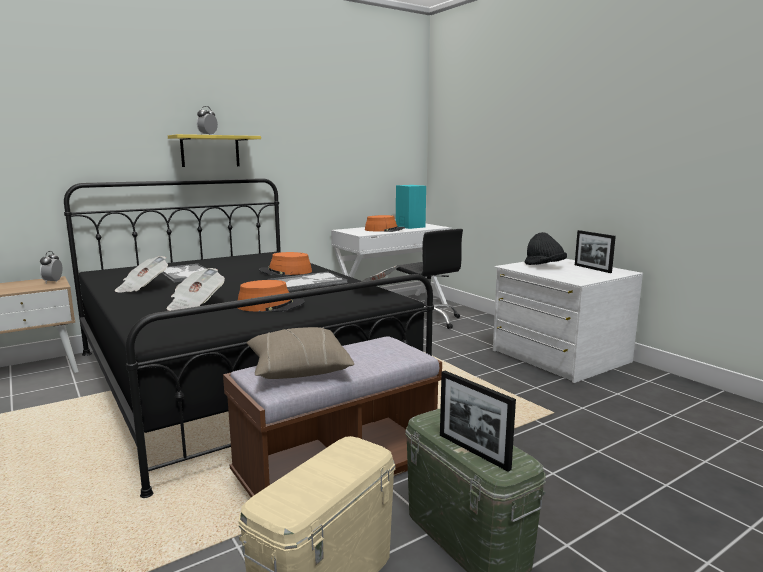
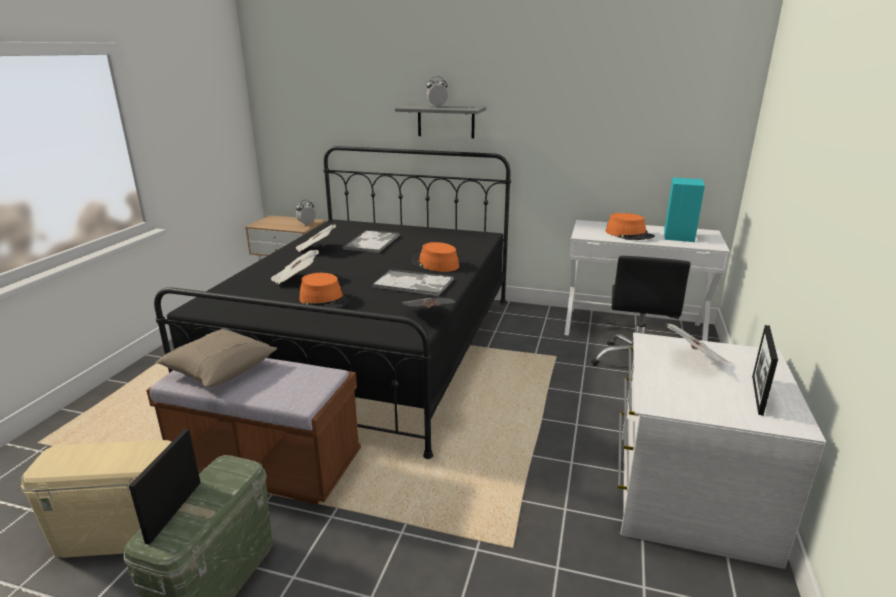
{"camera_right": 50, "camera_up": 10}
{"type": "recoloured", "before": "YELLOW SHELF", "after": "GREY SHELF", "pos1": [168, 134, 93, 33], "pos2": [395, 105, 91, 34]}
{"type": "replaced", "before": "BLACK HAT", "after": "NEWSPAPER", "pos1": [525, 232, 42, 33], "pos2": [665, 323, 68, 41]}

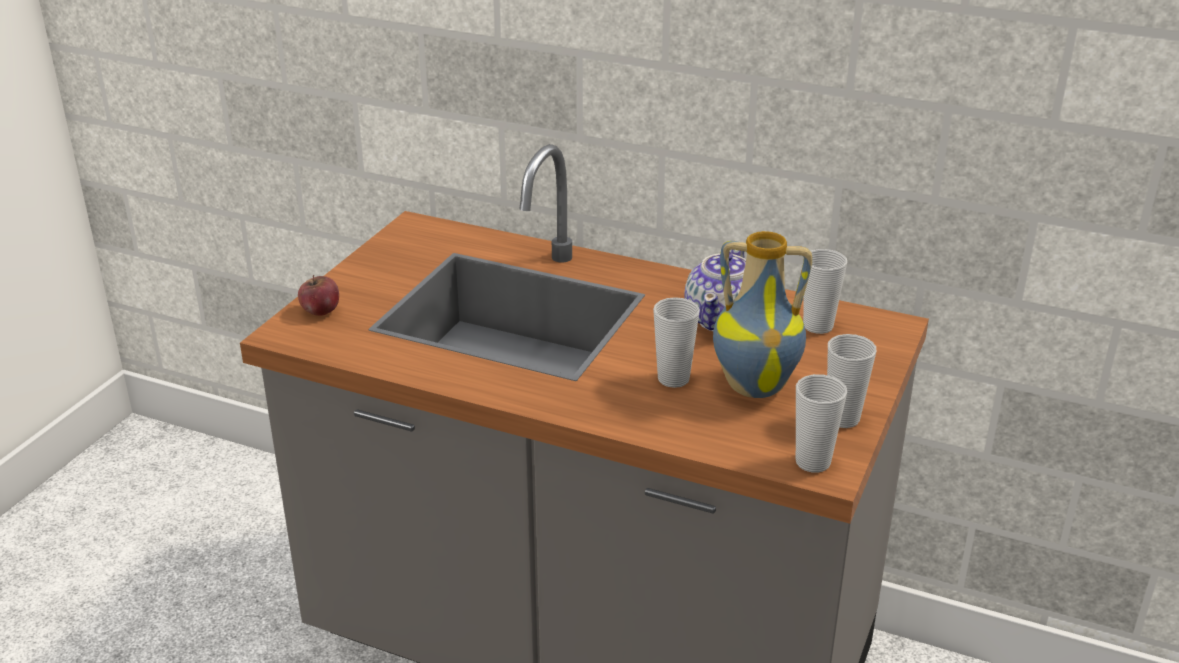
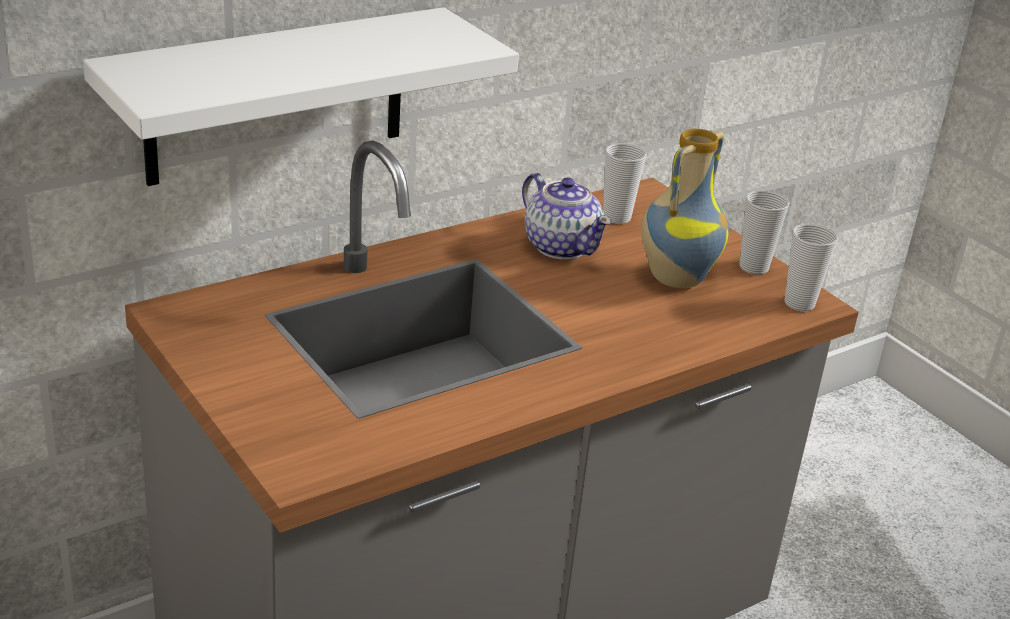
{"camera_right": -60, "camera_up": 0}
{"type": "removed", "before": "APPLE", "pos1": [298, 275, 41, 41]}
{"type": "removed", "before": "CUP", "pos1": [653, 297, 47, 91]}
{"type": "added", "after": "WHITE SHELF", "pos2": [83, 7, 436, 179]}

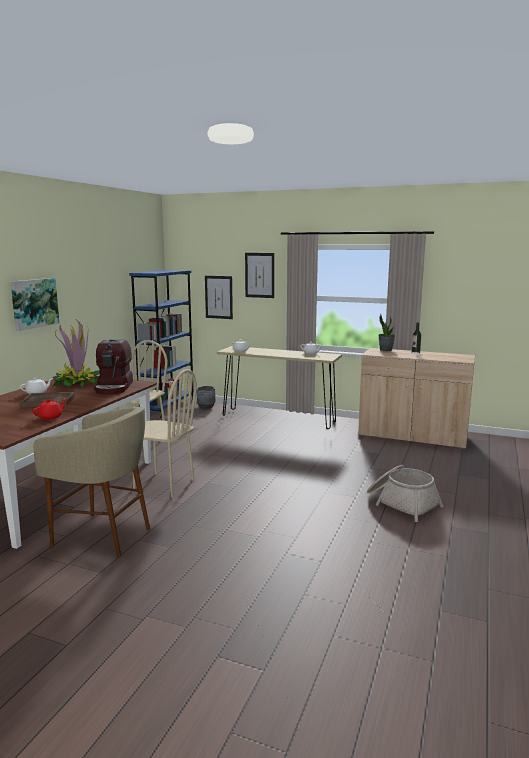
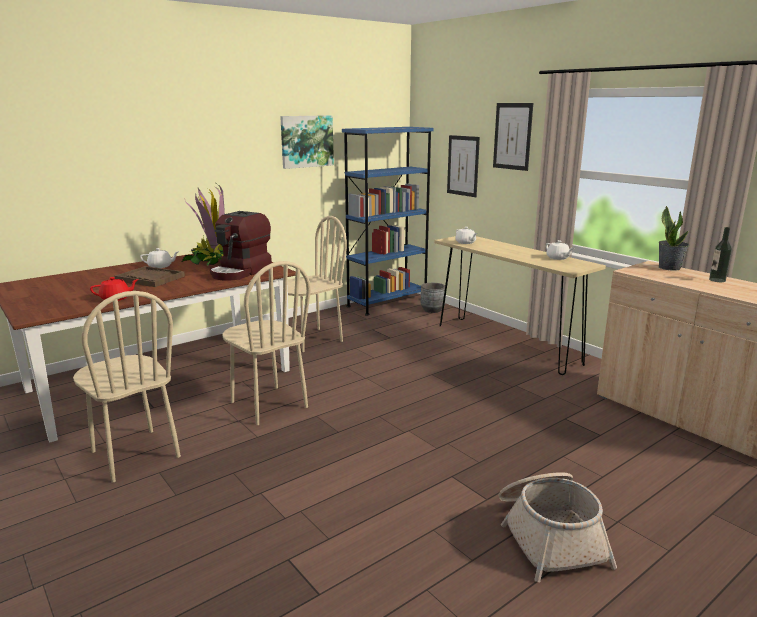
{"camera_right": 30, "camera_up": 5}
{"type": "moved", "before": "PICTURE", "pos1": [10, 278, 50, 53], "pos2": [280, 115, 54, 54]}
{"type": "replaced", "before": "BEIGE STOOL", "after": "BEIGE CHAIR", "pos1": [33, 407, 117, 150], "pos2": [73, 291, 108, 192]}

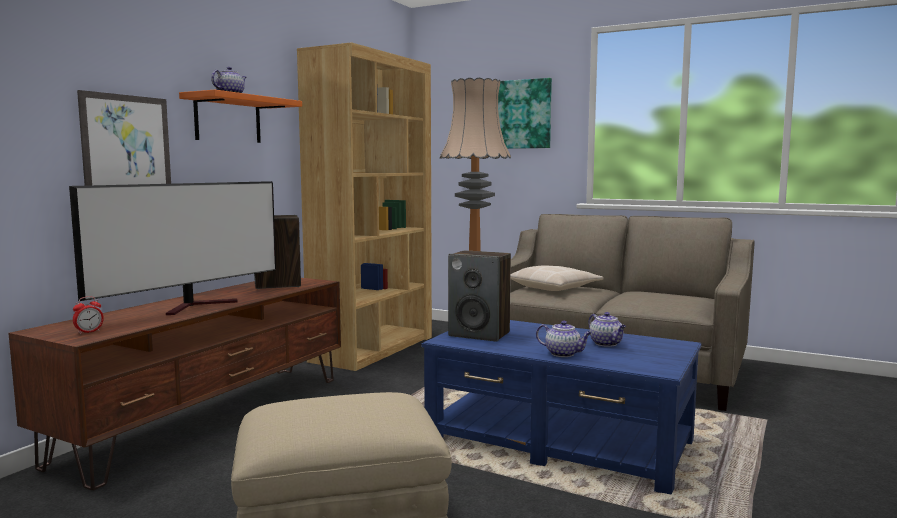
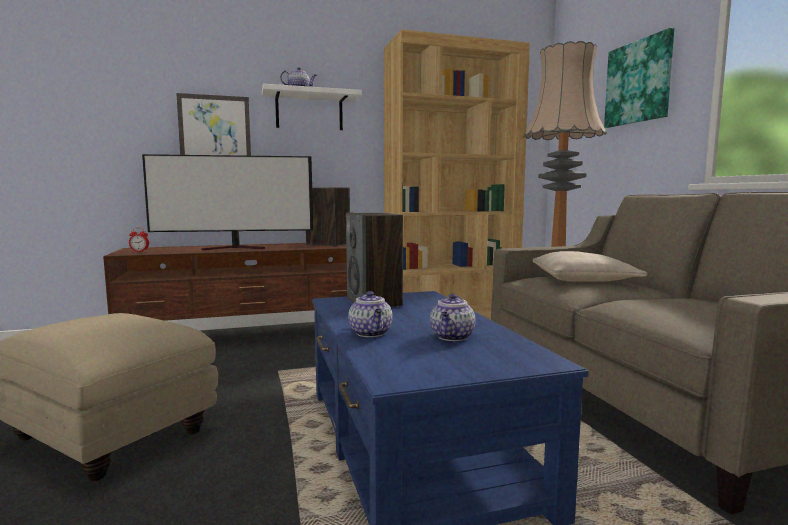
{"camera_right": 45, "camera_up": 0}
{"type": "recoloured", "before": "ORANGE SHELF", "after": "WHITE SHELF", "pos1": [179, 90, 123, 53], "pos2": [262, 84, 100, 46]}

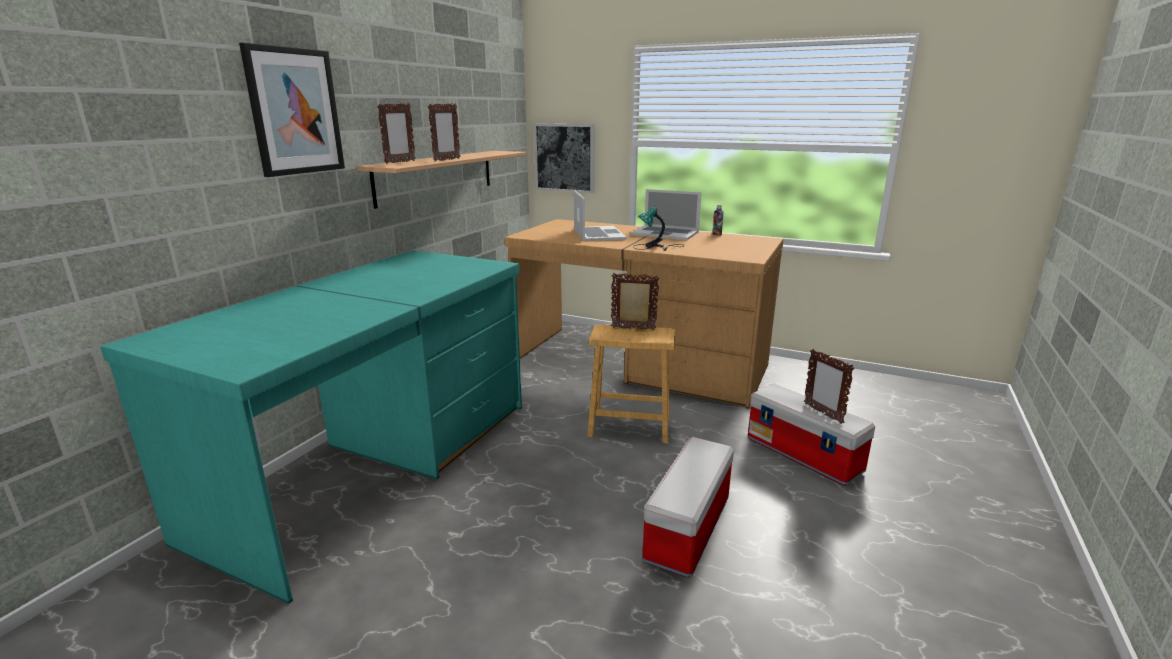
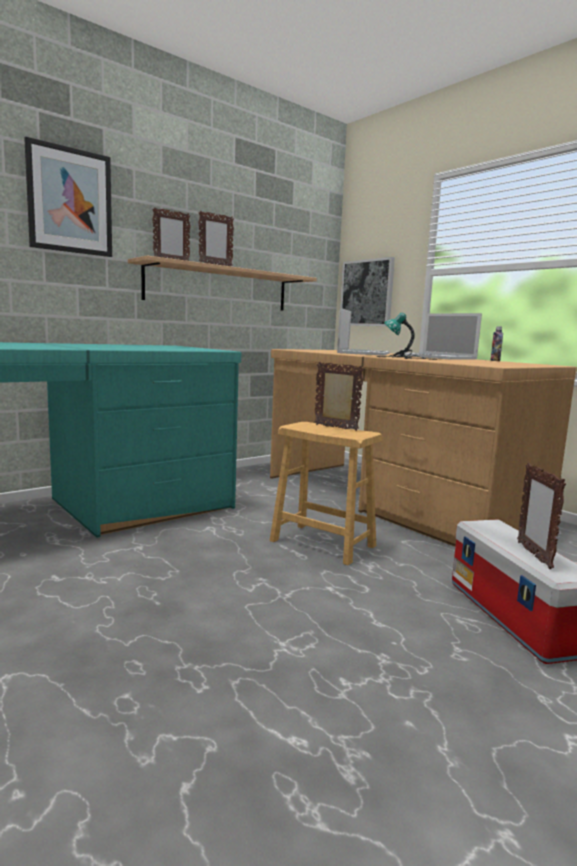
{"camera_right": 25, "camera_up": -10}
{"type": "removed", "before": "STORAGE BOX", "pos1": [643, 437, 91, 141]}

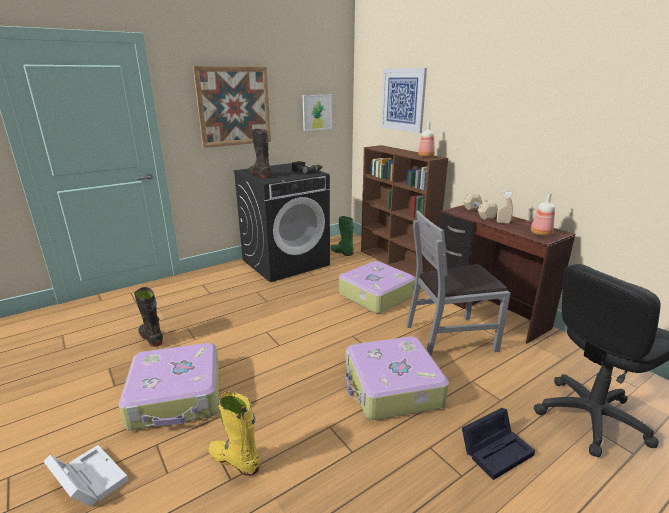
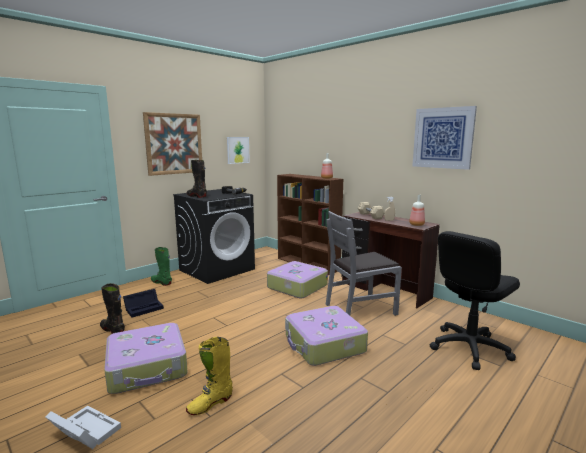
{"camera_right": -10, "camera_up": -10}
{"type": "moved", "before": "PICTURE", "pos1": [381, 68, 46, 65], "pos2": [413, 106, 64, 64]}
{"type": "moved", "before": "GREEN BOOT", "pos1": [331, 216, 23, 40], "pos2": [151, 247, 21, 39]}
{"type": "turned", "before": "YELLOW BOOT", "pos1": [209, 391, 51, 85], "pos2": [186, 337, 47, 78], "turn": -60}
{"type": "moved", "before": "BLACK STORAGE BOX", "pos1": [462, 408, 73, 72], "pos2": [123, 289, 41, 29]}

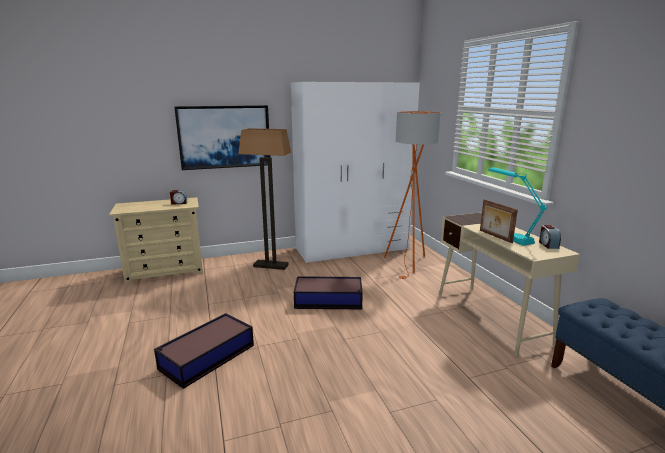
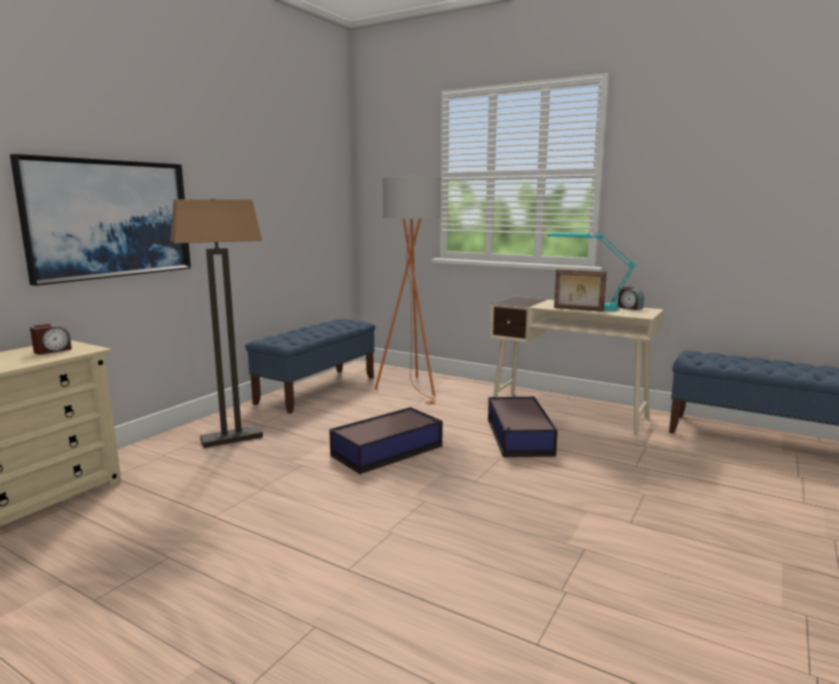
{"camera_right": -40, "camera_up": -5}
{"type": "replaced", "before": "WHITE WARDROBE", "after": "BLUE BENCH", "pos1": [291, 82, 129, 181], "pos2": [245, 319, 130, 95]}
{"type": "moved", "before": "STORAGE BOX", "pos1": [154, 313, 100, 76], "pos2": [488, 397, 70, 60]}

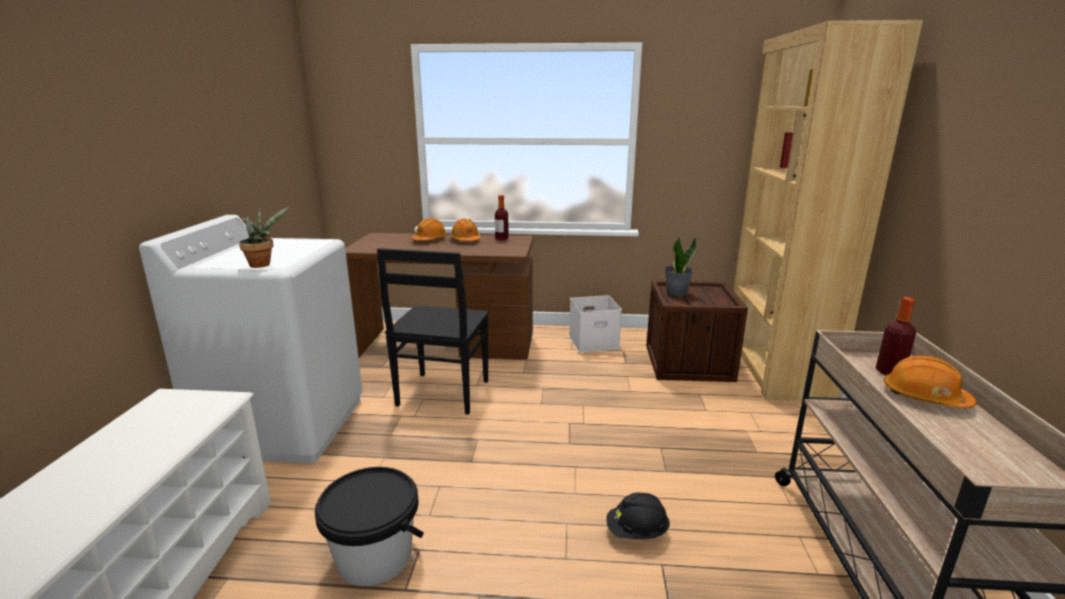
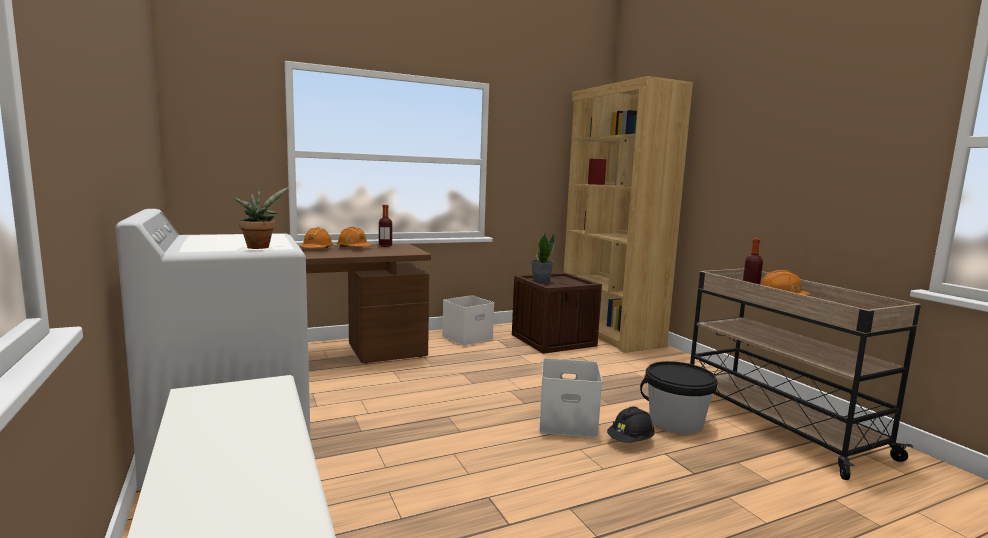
{"camera_right": -30, "camera_up": -10}
{"type": "removed", "before": "BLACK CHAIR", "pos1": [377, 248, 112, 167]}
{"type": "moved", "before": "BLACK BUCKET", "pos1": [315, 467, 109, 119], "pos2": [640, 361, 78, 73]}
{"type": "added", "after": "WHITE STORAGE BOX", "pos2": [539, 358, 63, 80]}

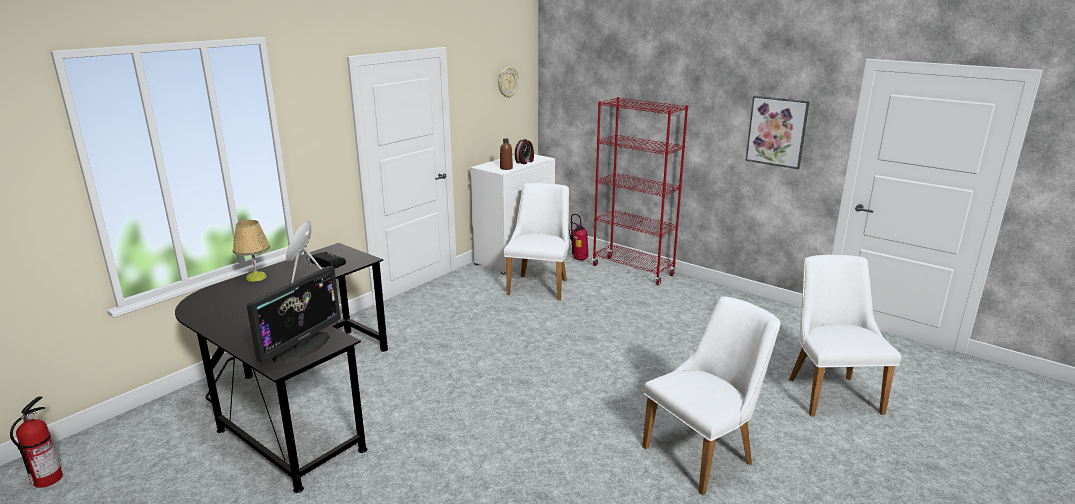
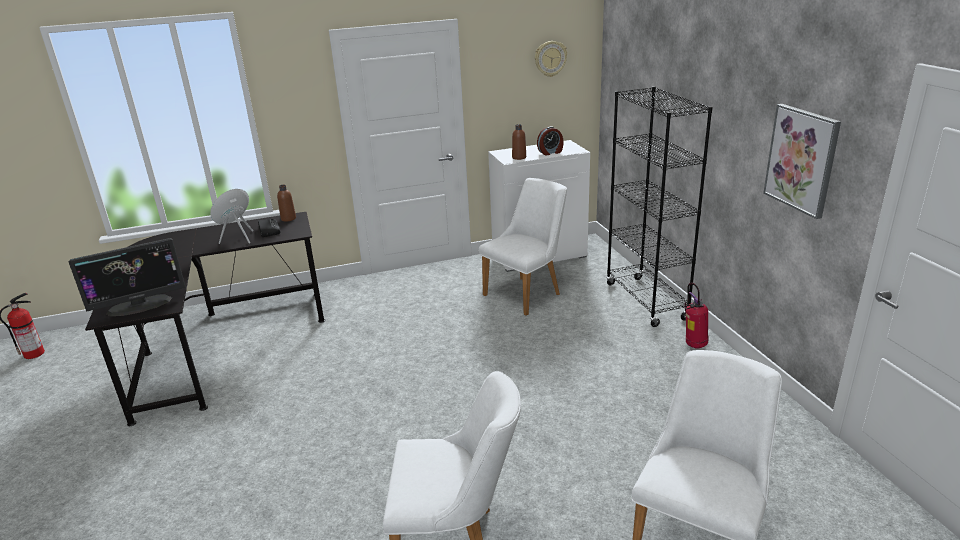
{"camera_right": 35, "camera_up": 5}
{"type": "recoloured", "before": "RED BOOKCASE", "after": "BLACK BOOKCASE", "pos1": [592, 97, 96, 188], "pos2": [606, 86, 107, 241]}
{"type": "moved", "before": "FIRE EXTINGUISHER", "pos1": [569, 214, 20, 47], "pos2": [684, 283, 24, 66]}
{"type": "removed", "before": "TABLE LAMP", "pos1": [233, 220, 37, 62]}
{"type": "added", "after": "BROWN BOTTLE", "pos2": [277, 185, 19, 36]}

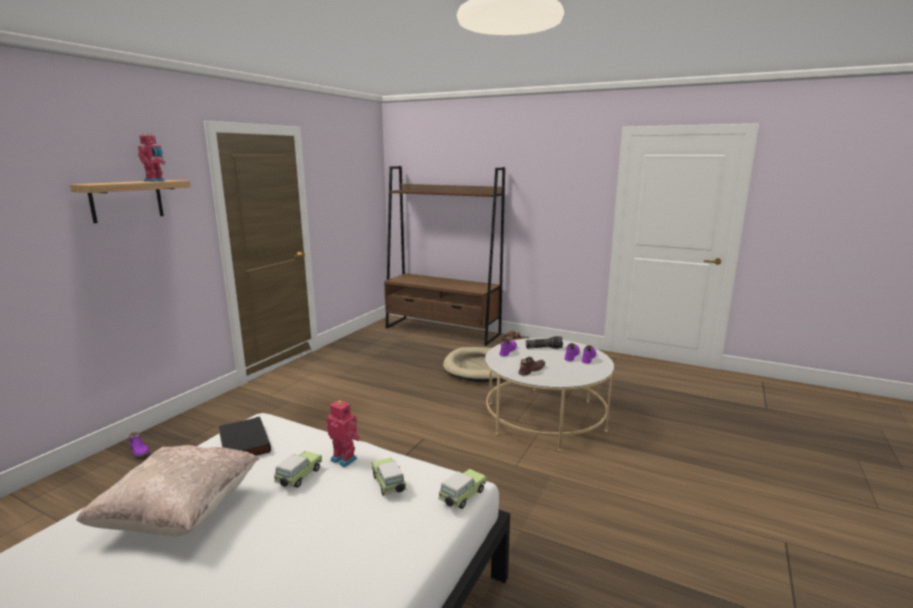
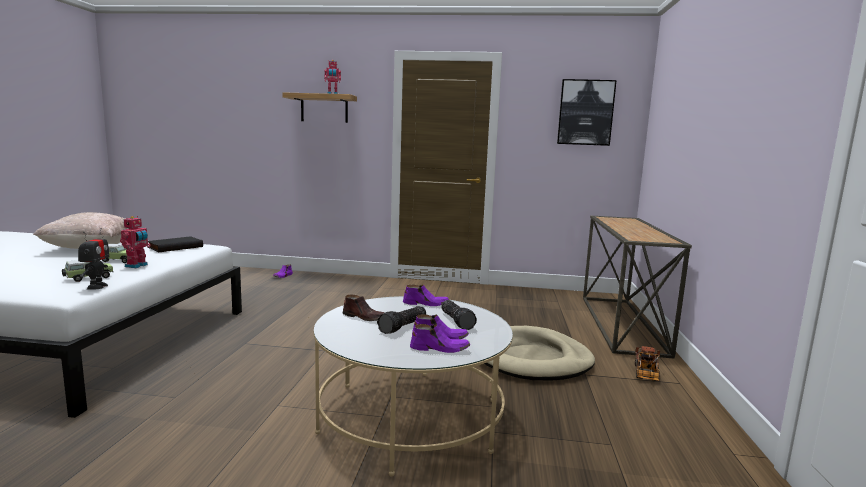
{"camera_right": 70, "camera_up": -5}
{"type": "replaced", "before": "BROWN BOOKCASE", "after": "CONSOLE TABLE", "pos1": [384, 166, 121, 180], "pos2": [583, 216, 109, 143]}
{"type": "removed", "before": "TOY CAR", "pos1": [438, 469, 49, 40]}
{"type": "added", "after": "PICTURE", "pos2": [557, 79, 60, 67]}
{"type": "added", "after": "TOY ROBOT", "pos2": [78, 228, 31, 62]}
{"type": "added", "after": "FLASHLIGHT", "pos2": [377, 306, 49, 28]}

